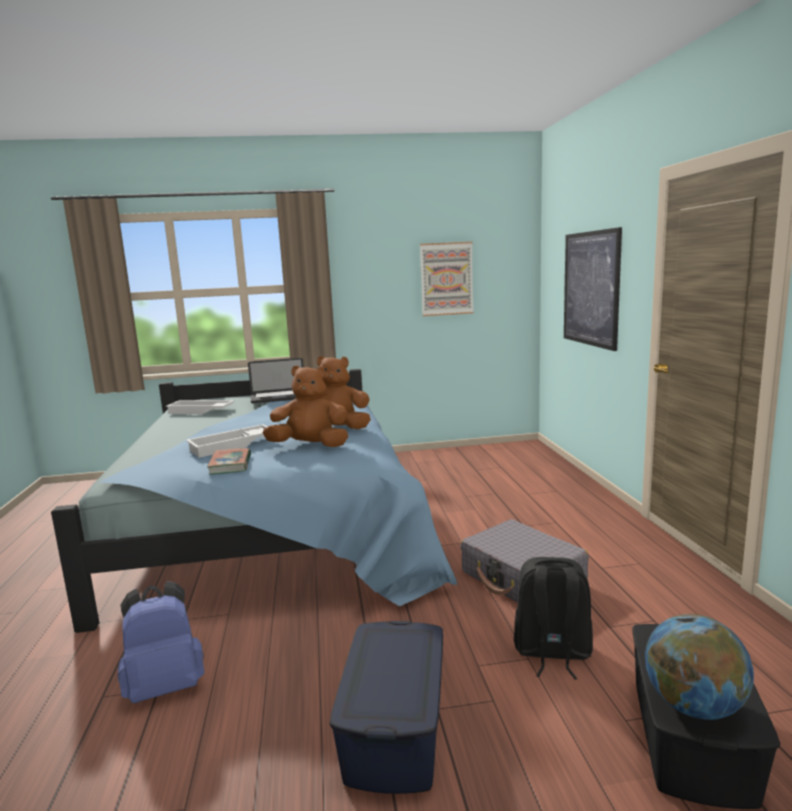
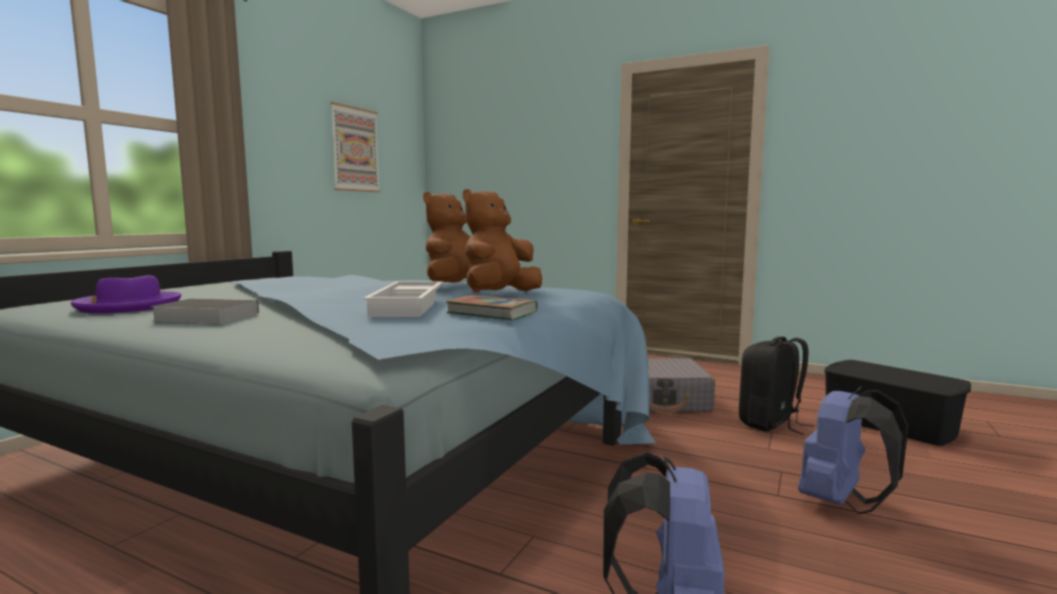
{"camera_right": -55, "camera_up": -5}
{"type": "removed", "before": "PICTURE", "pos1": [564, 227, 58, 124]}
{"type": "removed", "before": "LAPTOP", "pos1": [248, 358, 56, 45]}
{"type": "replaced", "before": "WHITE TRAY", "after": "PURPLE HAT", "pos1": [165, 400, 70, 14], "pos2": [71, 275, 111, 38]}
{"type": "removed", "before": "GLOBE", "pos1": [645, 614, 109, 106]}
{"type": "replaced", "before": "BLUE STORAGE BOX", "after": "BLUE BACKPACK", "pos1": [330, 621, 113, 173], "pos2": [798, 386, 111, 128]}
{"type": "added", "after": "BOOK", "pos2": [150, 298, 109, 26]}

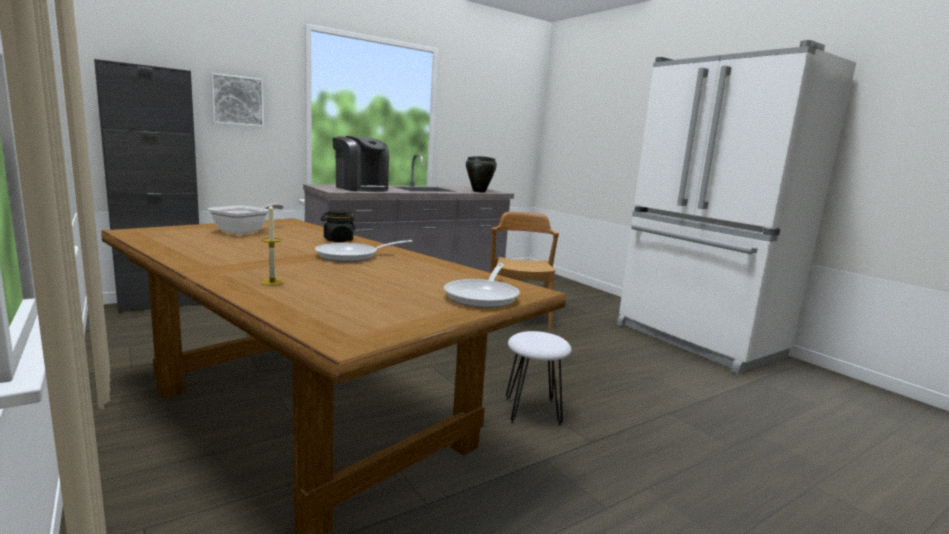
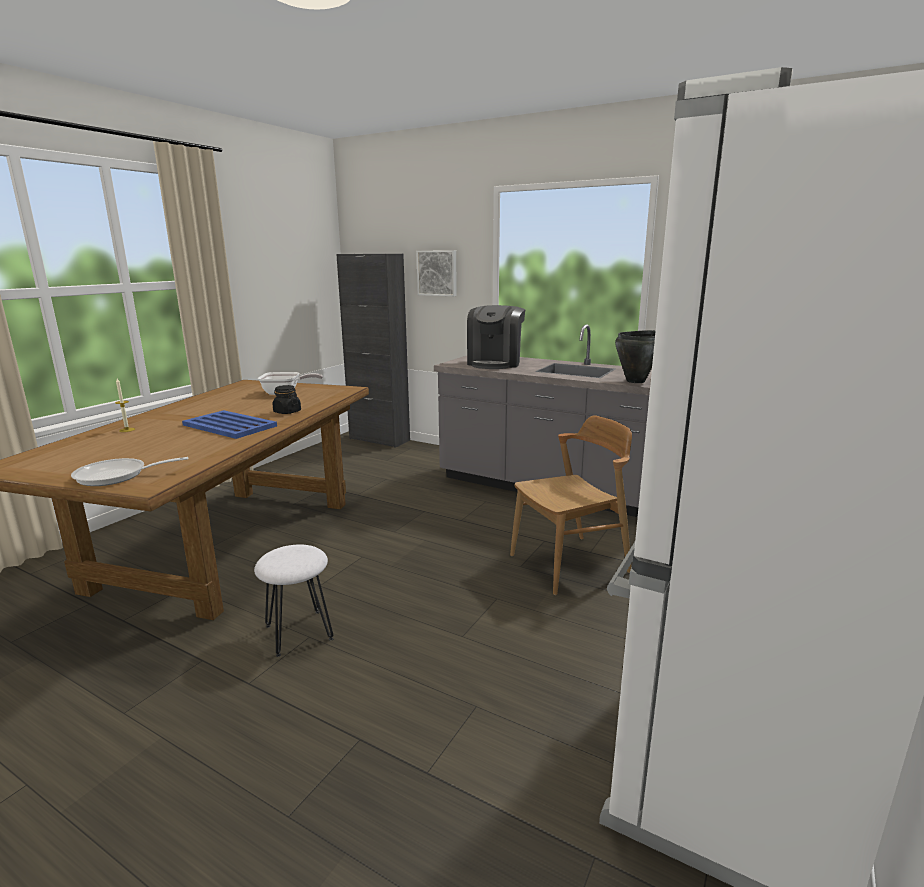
{"camera_right": 65, "camera_up": 5}
{"type": "replaced", "before": "FRYING PAN", "after": "BLUE TRAY", "pos1": [315, 240, 98, 22], "pos2": [182, 410, 95, 29]}

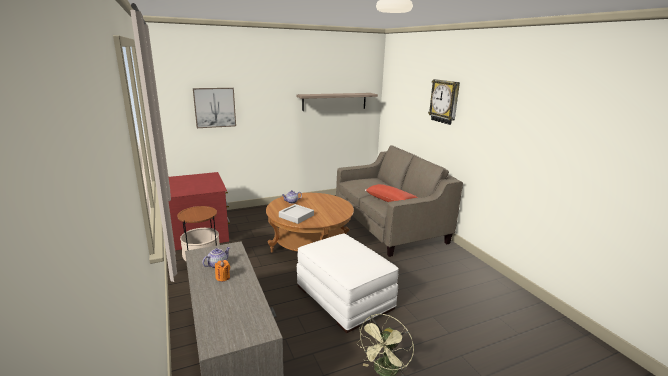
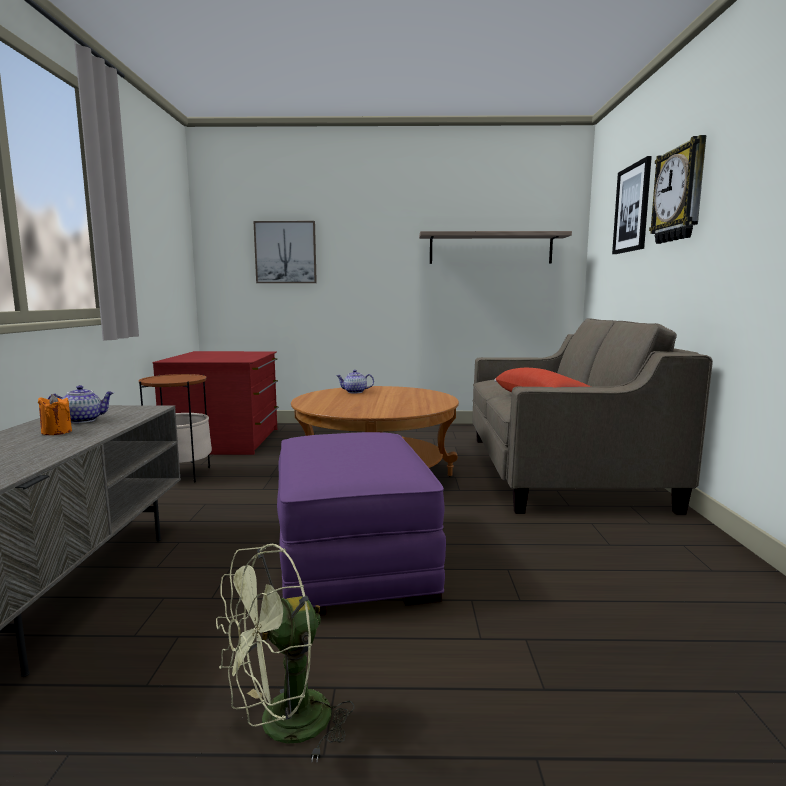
{"camera_right": 25, "camera_up": -10}
{"type": "removed", "before": "GREY TRAY", "pos1": [279, 204, 35, 20]}
{"type": "recoloured", "before": "WHITE OTTOMAN", "after": "PURPLE OTTOMAN", "pos1": [297, 234, 102, 99], "pos2": [277, 432, 169, 184]}
{"type": "added", "after": "PICTURE", "pos2": [612, 156, 40, 98]}

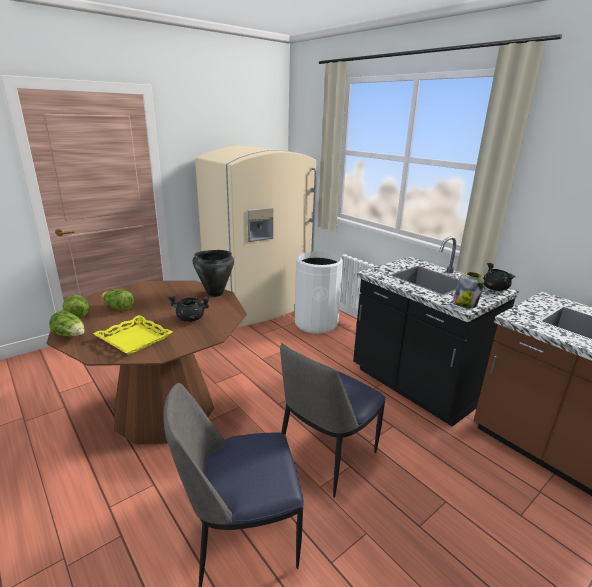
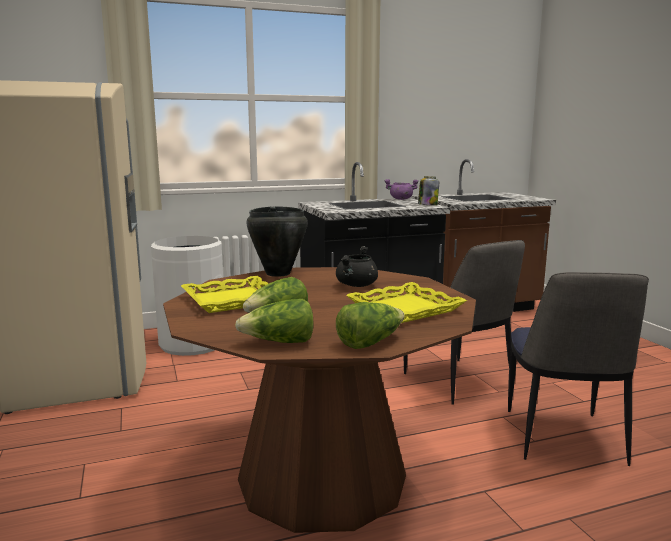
{"camera_right": -70, "camera_up": -10}
{"type": "recoloured", "before": "BLACK COOKING POT", "after": "PURPLE COOKING POT", "pos1": [483, 263, 32, 28], "pos2": [384, 179, 35, 21]}
{"type": "added", "after": "YELLOW TRAY", "pos2": [181, 276, 88, 37]}

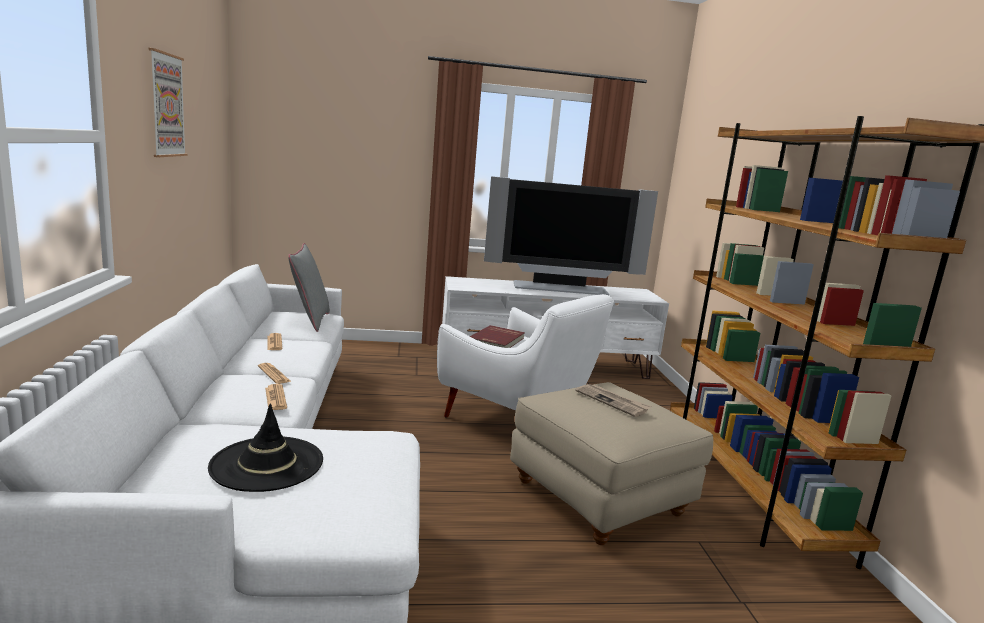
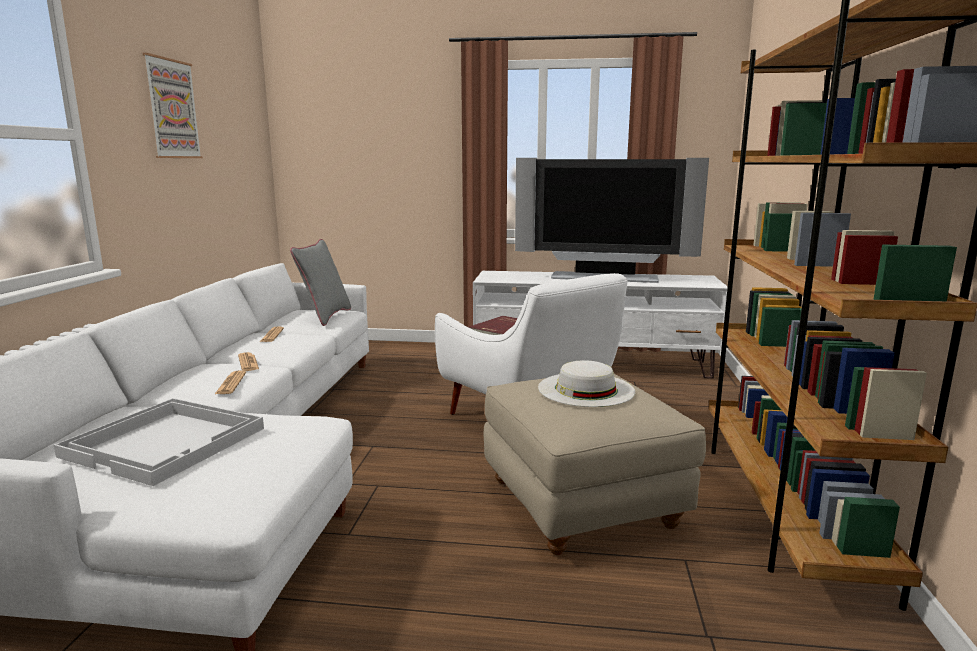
{"camera_right": 15, "camera_up": 0}
{"type": "replaced", "before": "NEWSPAPER", "after": "WHITE HAT", "pos1": [575, 384, 77, 33], "pos2": [538, 360, 97, 47]}
{"type": "replaced", "before": "BLACK HAT", "after": "WHITE TRAY", "pos1": [208, 404, 115, 88], "pos2": [54, 398, 210, 88]}

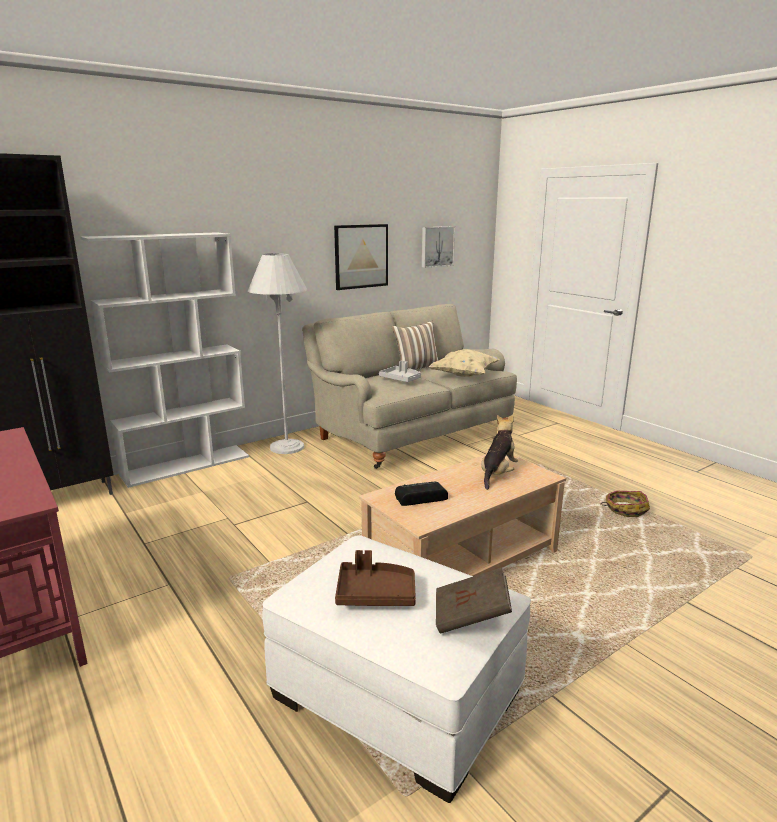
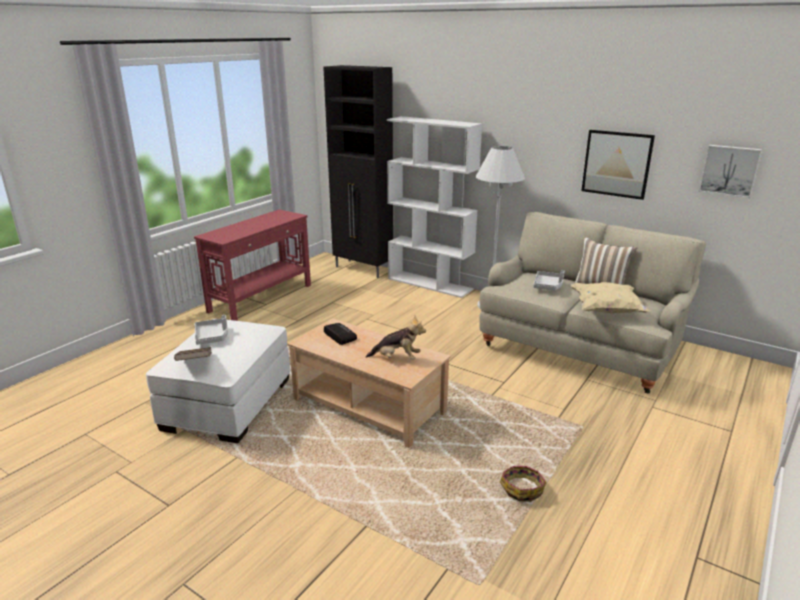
{"camera_right": 70, "camera_up": 5}
{"type": "recoloured", "before": "BROWN TRAY", "after": "GREY TRAY", "pos1": [335, 550, 81, 56], "pos2": [194, 315, 34, 30]}

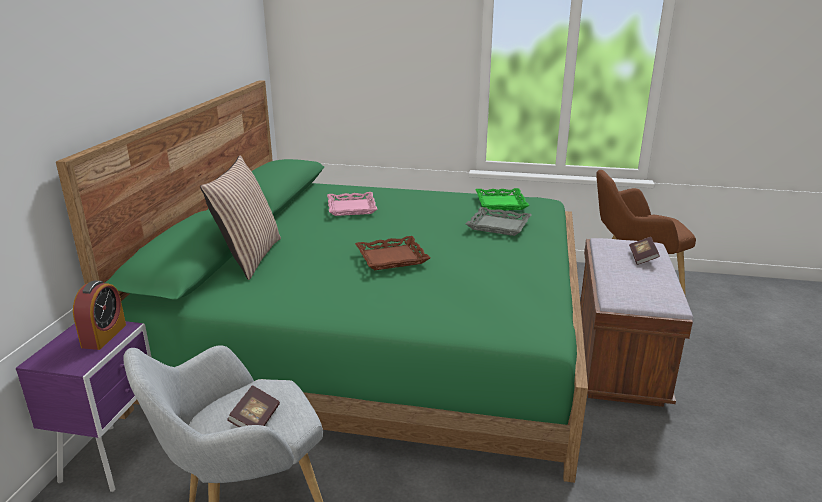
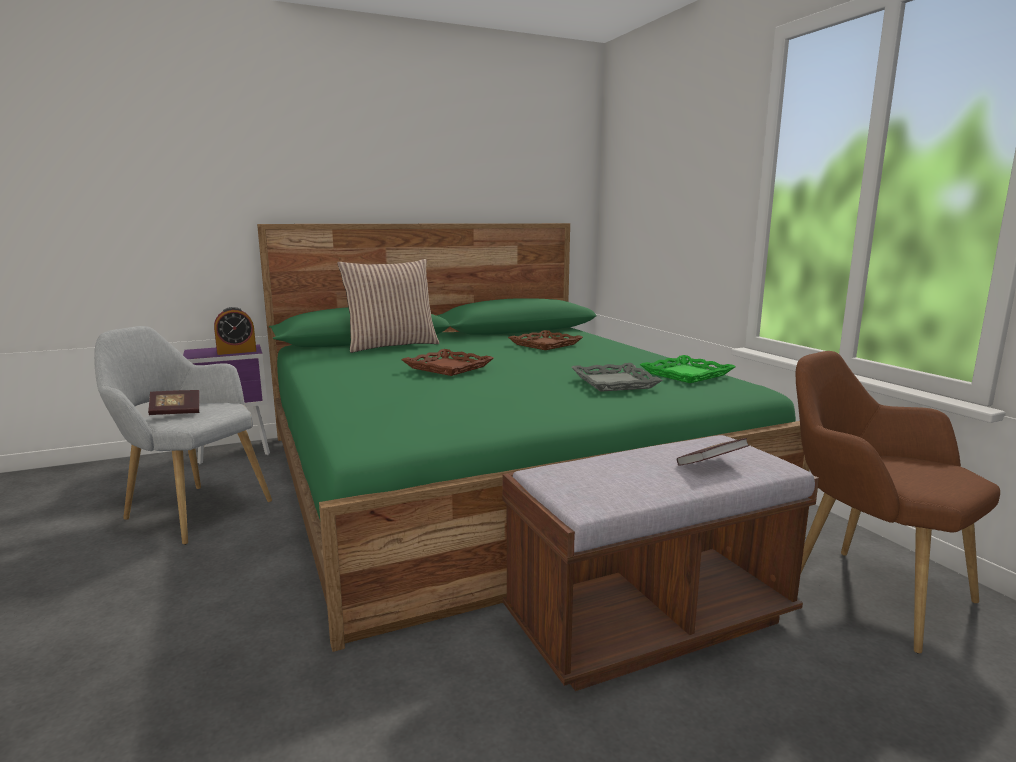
{"camera_right": 55, "camera_up": -10}
{"type": "recoloured", "before": "PINK TRAY", "after": "BROWN TRAY", "pos1": [327, 192, 50, 24], "pos2": [508, 330, 75, 20]}

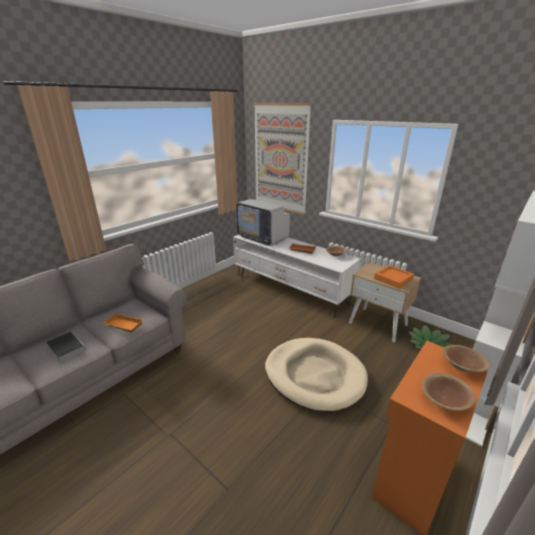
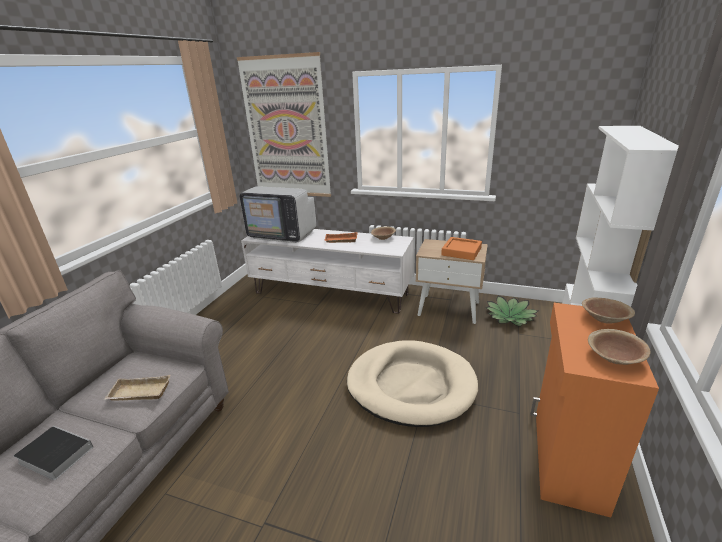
{"camera_right": -20, "camera_up": 0}
{"type": "recoloured", "before": "ORANGE TRAY", "after": "BEIGE TRAY", "pos1": [102, 313, 41, 19], "pos2": [104, 375, 66, 25]}

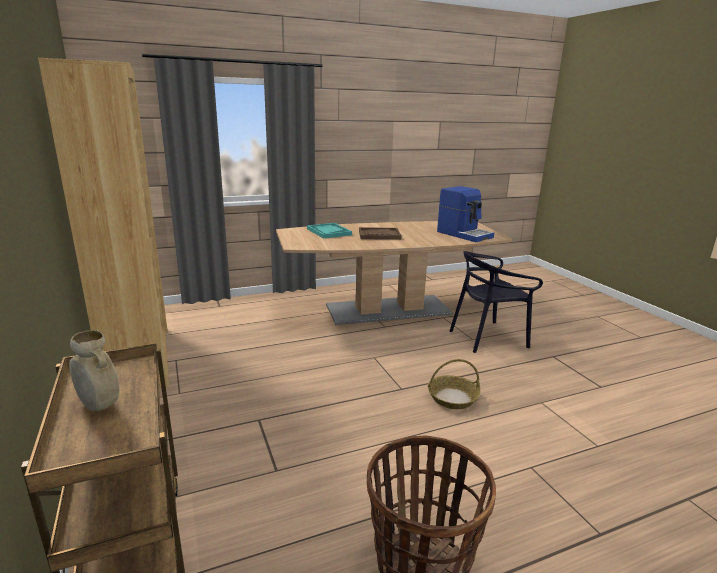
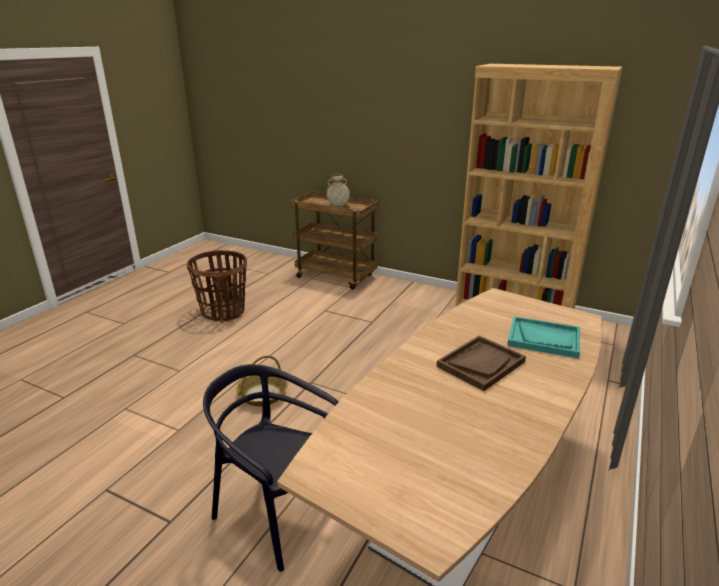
{"camera_right": 140, "camera_up": 5}
{"type": "removed", "before": "COFFEE MACHINE", "pos1": [437, 186, 57, 56]}
{"type": "turned", "before": "BLACK CHAIR", "pos1": [450, 251, 93, 102], "pos2": [203, 364, 135, 208], "turn": -90}

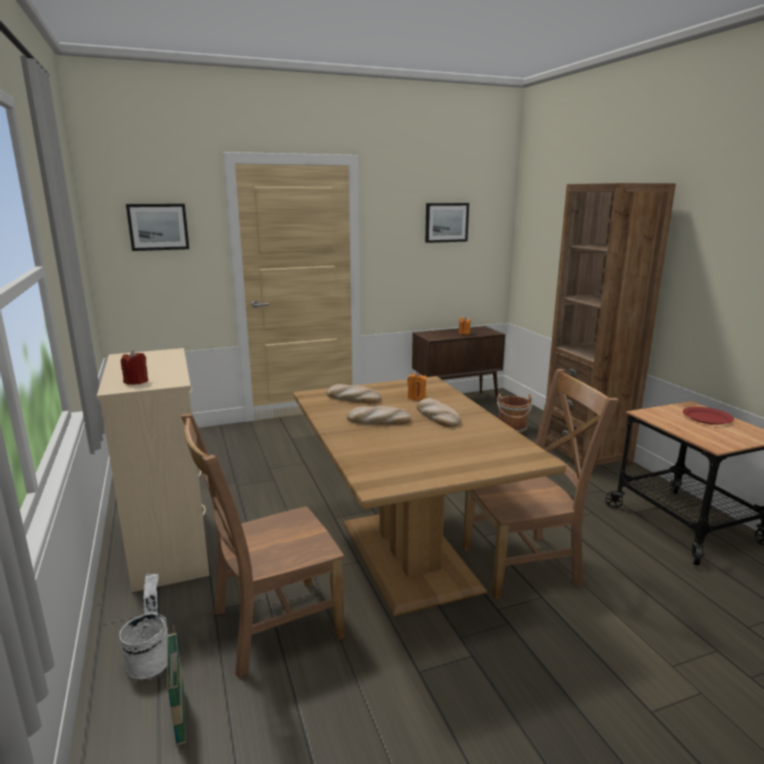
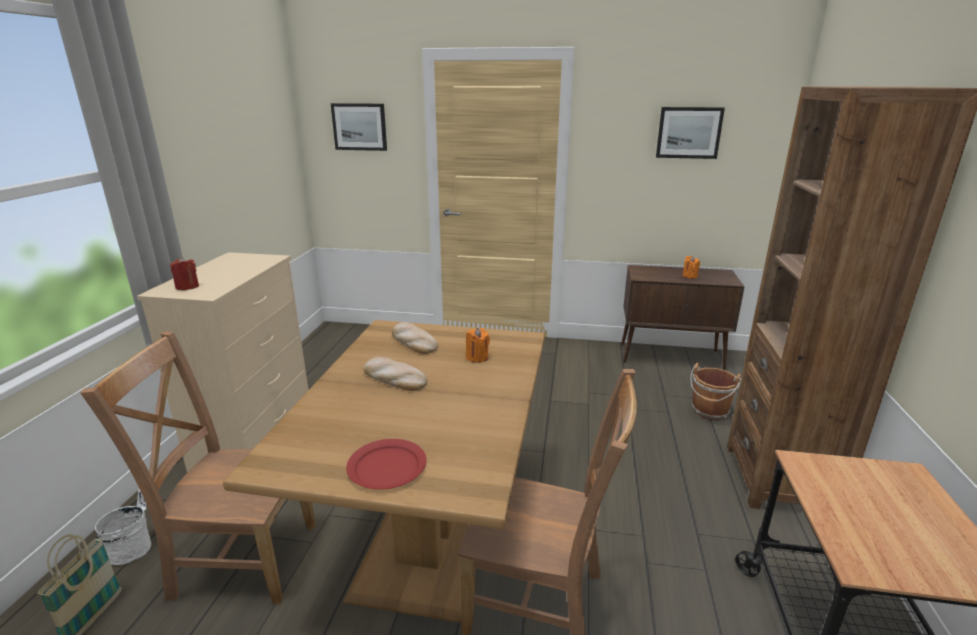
{"camera_right": 30, "camera_up": 5}
{"type": "removed", "before": "BREAD", "pos1": [417, 398, 45, 29]}
{"type": "moved", "before": "RED PLATE", "pos1": [683, 407, 51, 18], "pos2": [346, 439, 81, 51]}

